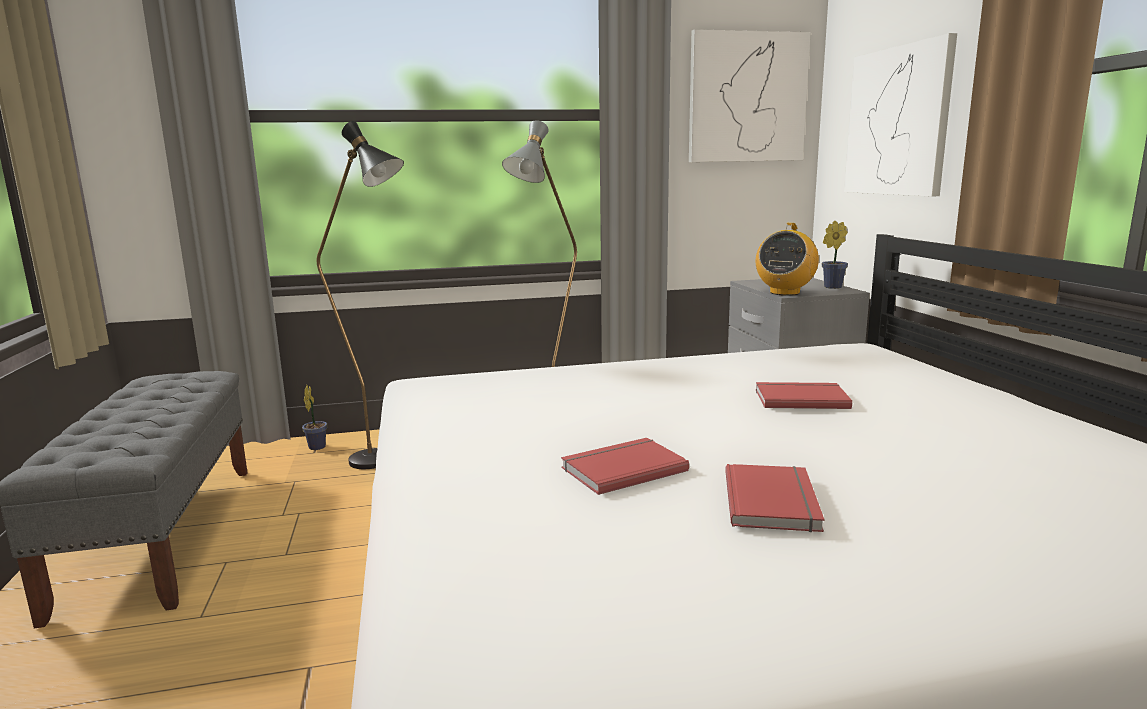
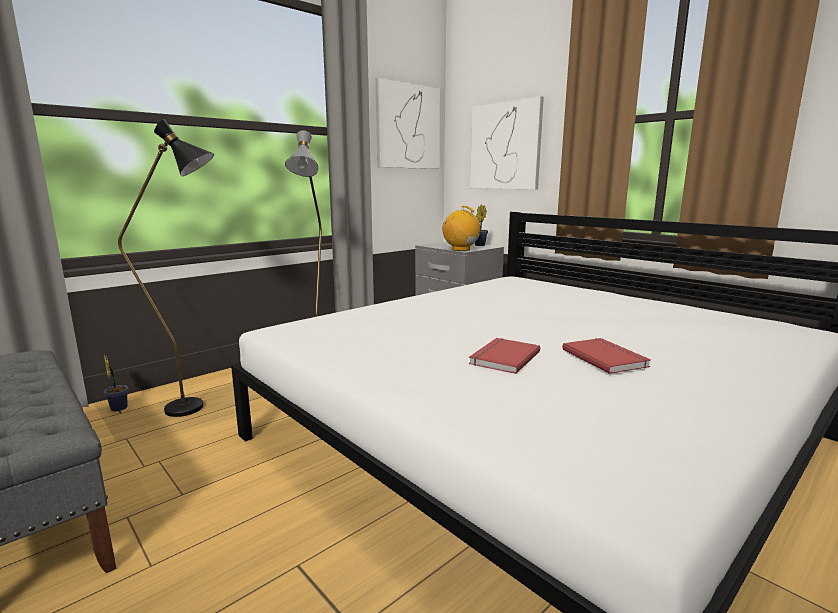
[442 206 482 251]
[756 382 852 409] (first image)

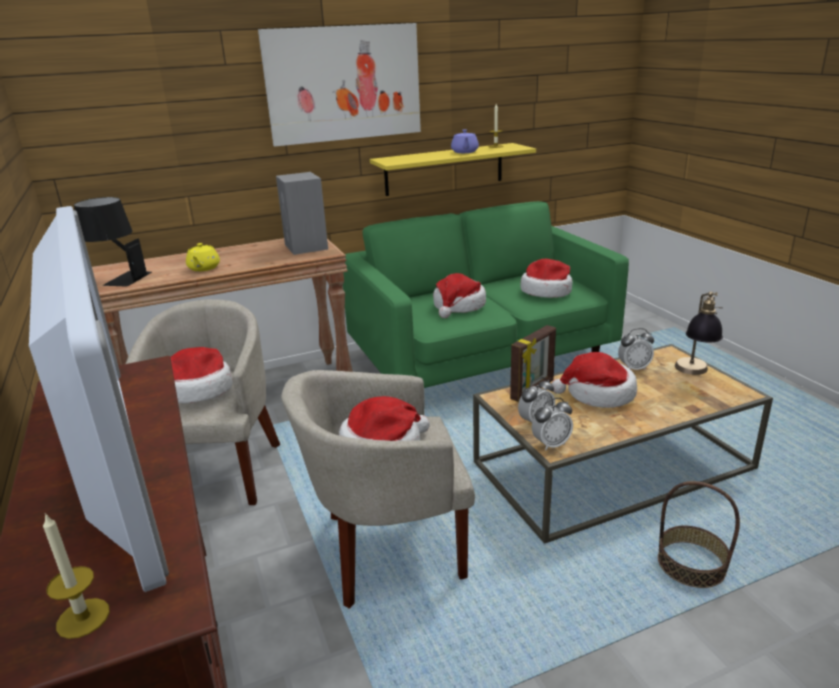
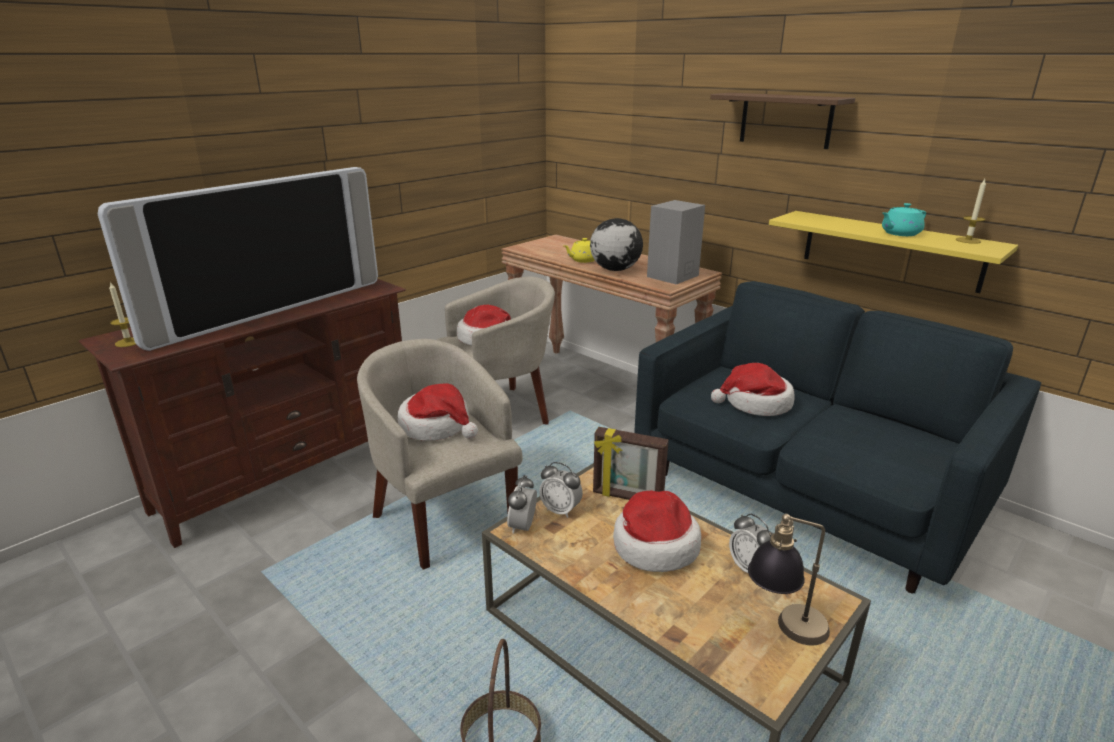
[74 197 152 287] (first image)
[710 93 855 149]
[634 281 1041 594]
[882 203 926 236]
[521 258 573 298] (first image)
[507 475 537 534]
[590 218 643 271]

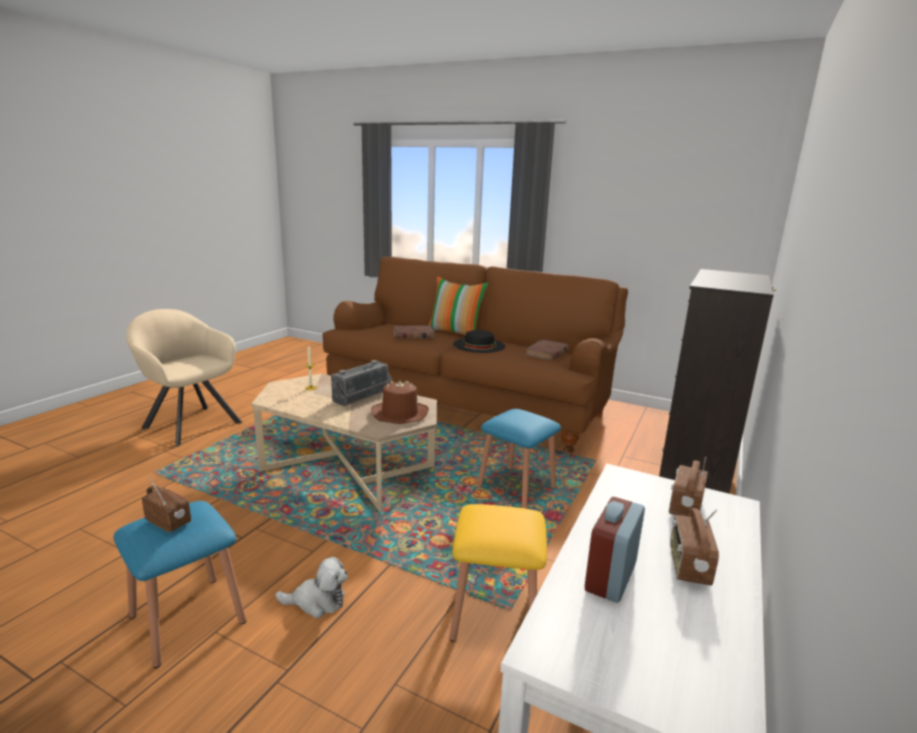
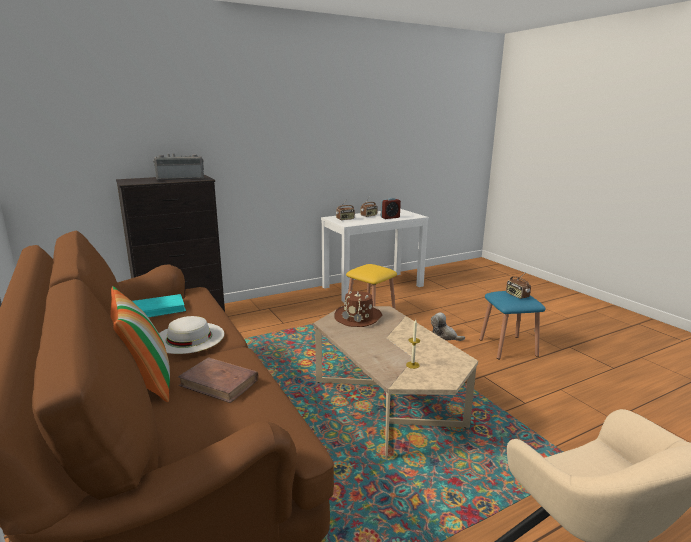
[153 154 204 181]
[159 316 224 354]
[477 409 561 509] (first image)
[132 294 186 318]

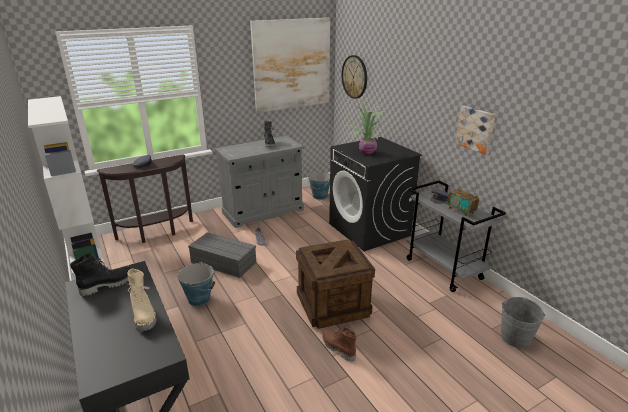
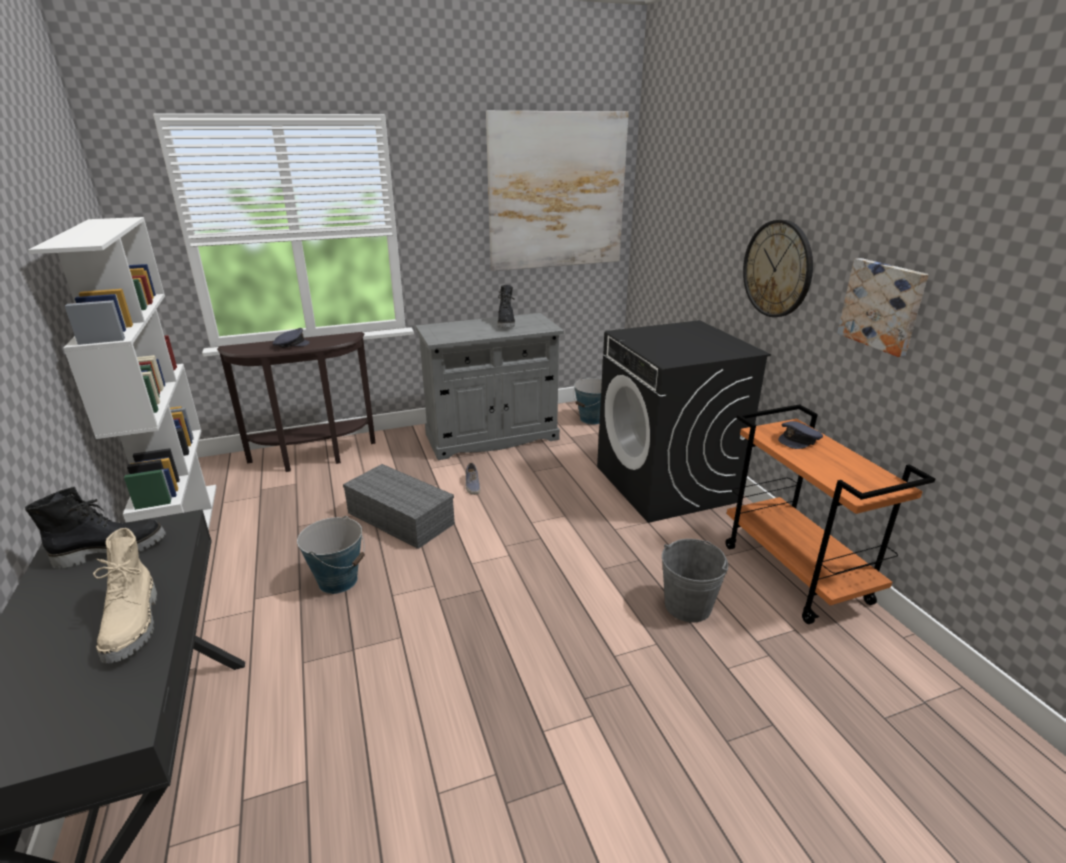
[296 240 375 329] (first image)
[322 327 357 362] (first image)
[743 220 813 317]
[343 102 392 155] (first image)
[725 404 935 624]
[447 184 479 217] (first image)
[662 539 729 622]

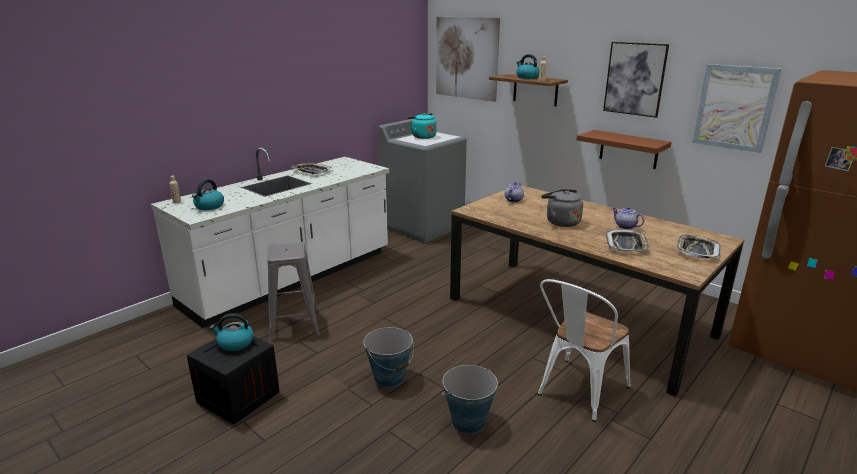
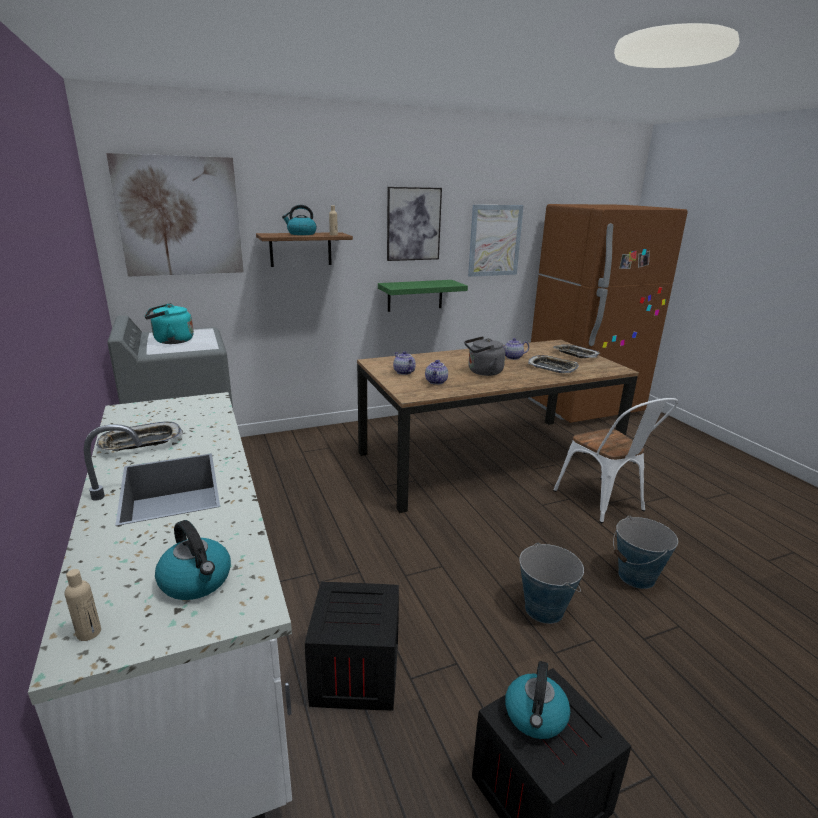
[305 582 399 710]
[378 280 468 312]
[425 360 448 385]

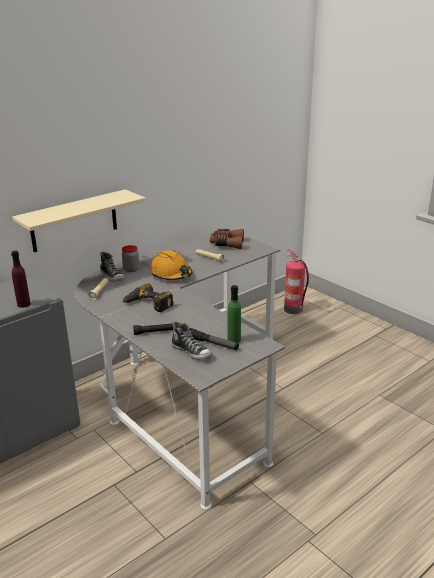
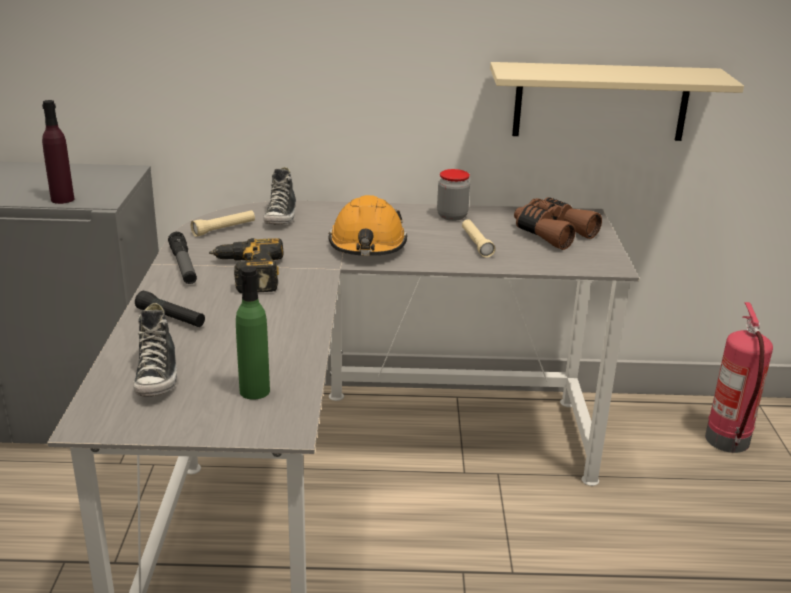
[490 62 744 141]
[437 169 470 221]
[168 232 197 284]

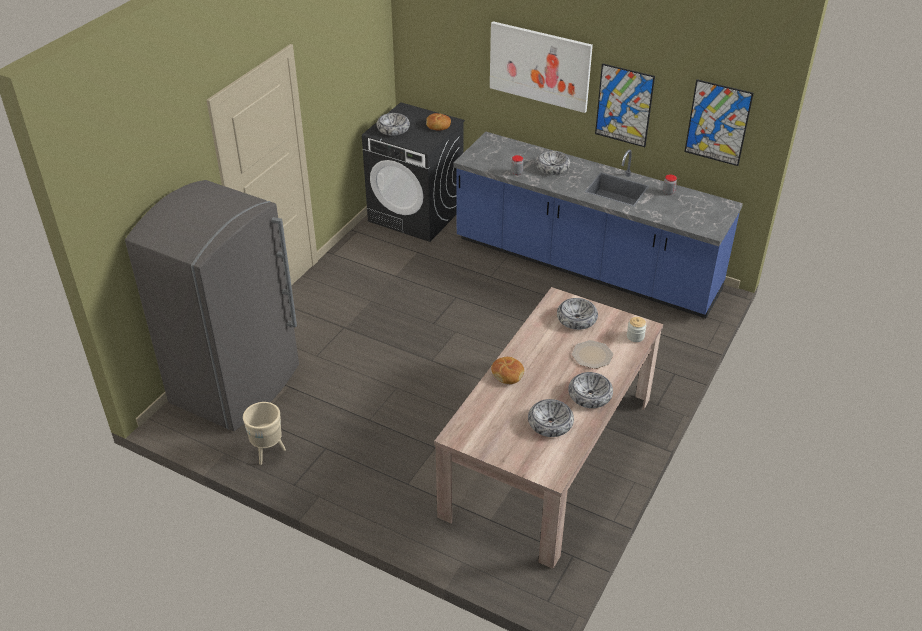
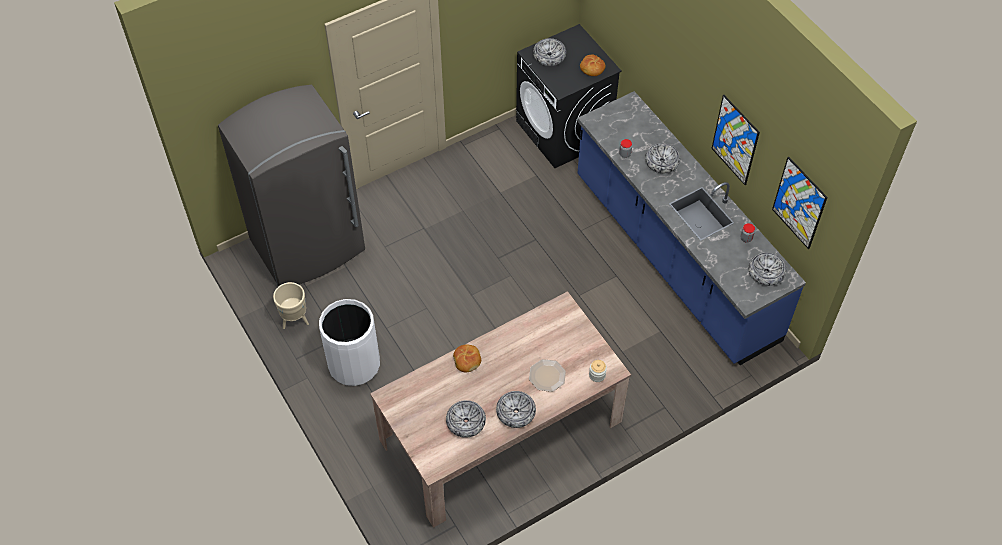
[490 21 593 113] (first image)
[748 253 786 286]
[319 299 380 386]

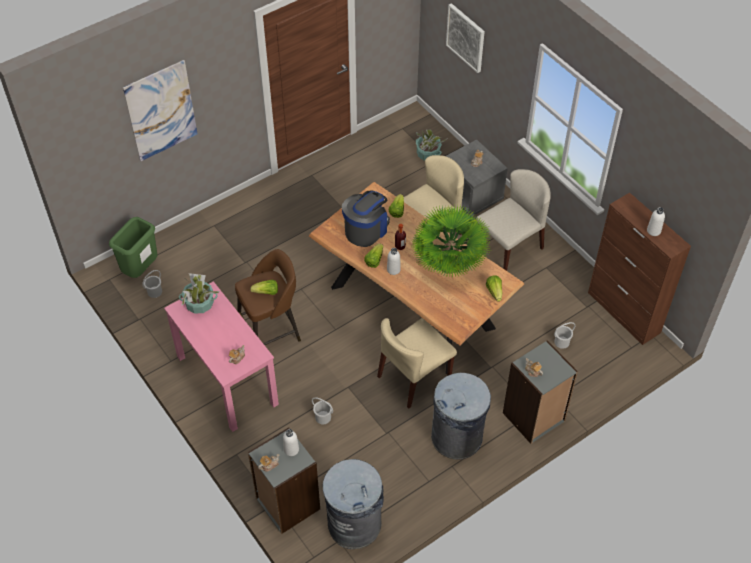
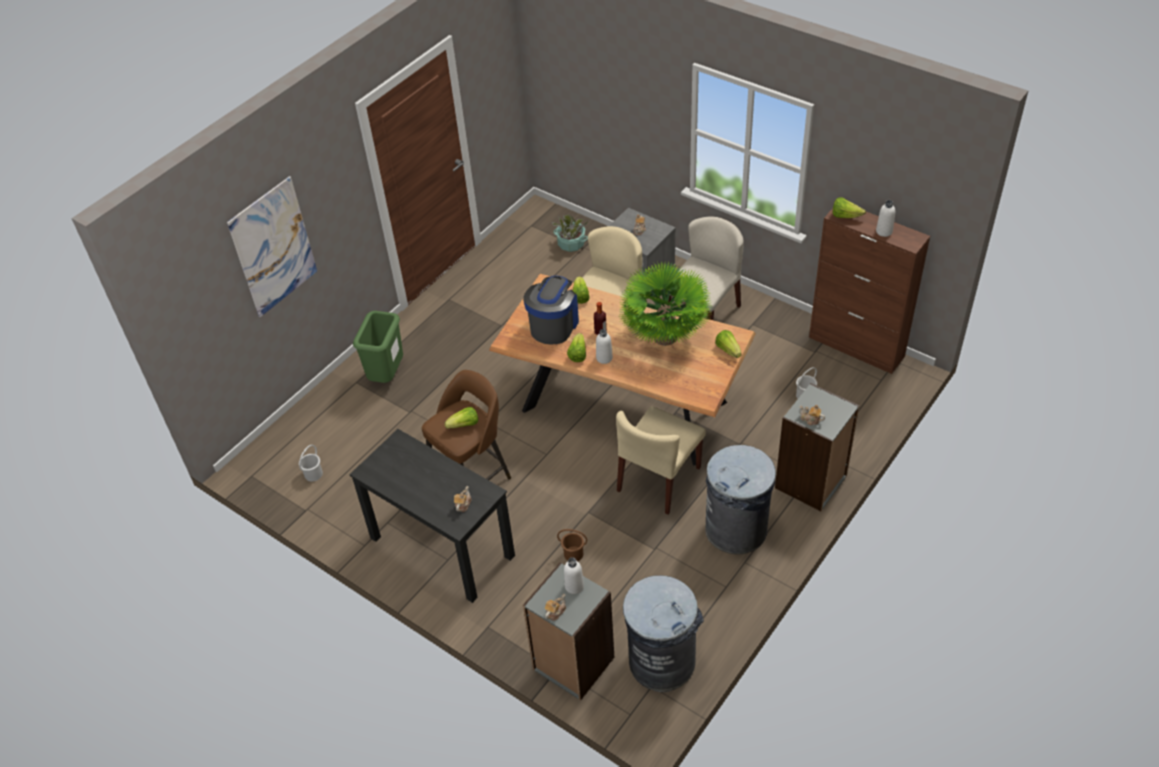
[353 311 403 383]
[349 429 515 603]
[179 273 219 314] (first image)
[557 529 587 561]
[446 3 485 73] (first image)
[833 197 866 218]

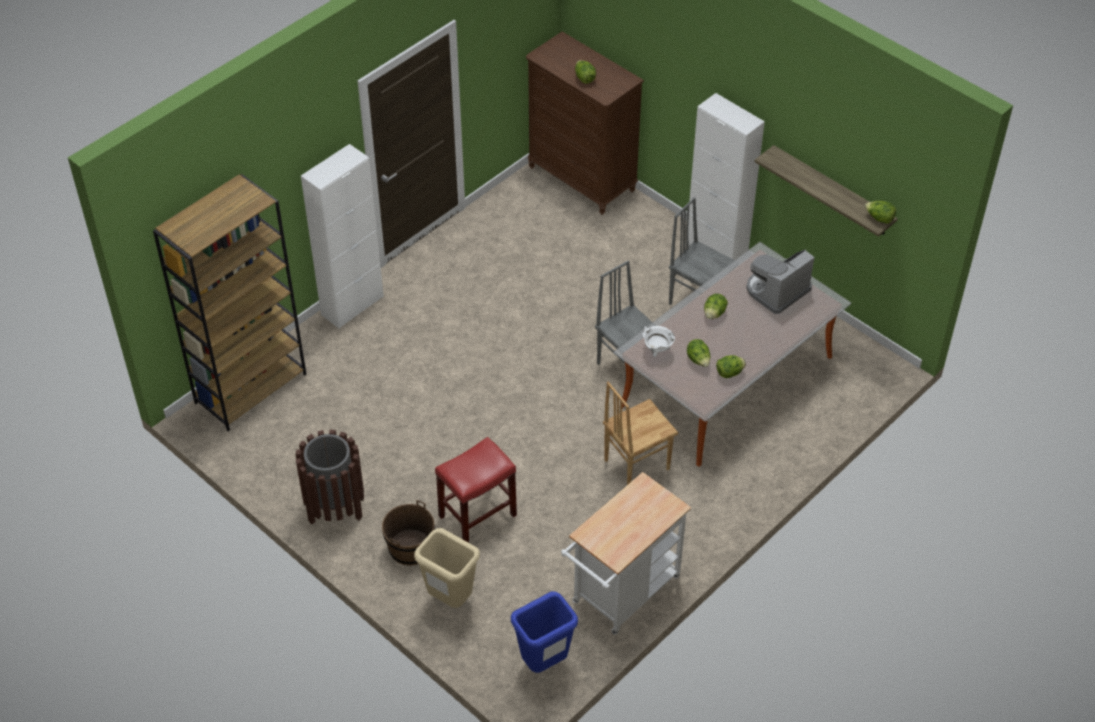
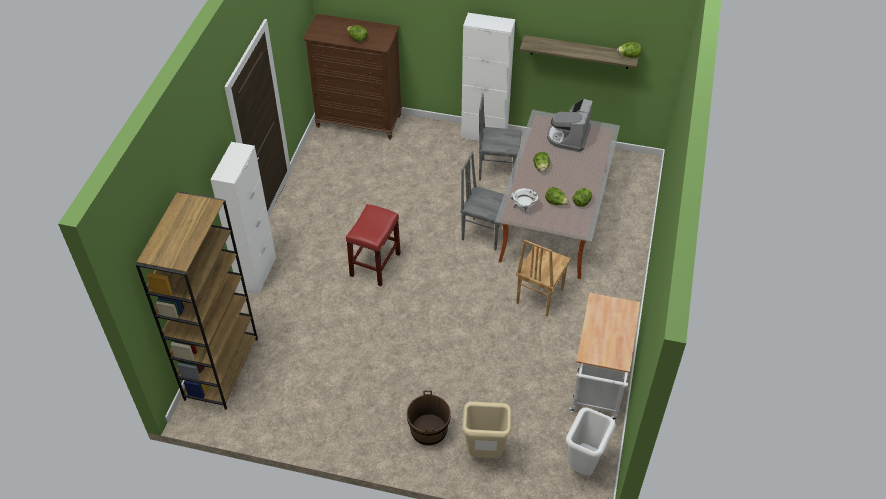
[296 430 364 524] (first image)
[346 204 401 286]
[566 408 616 475]

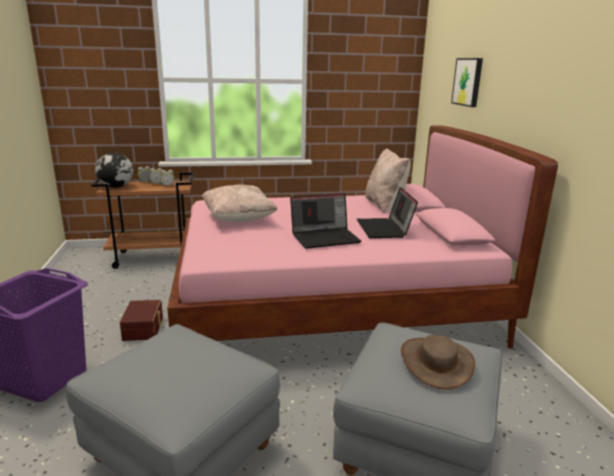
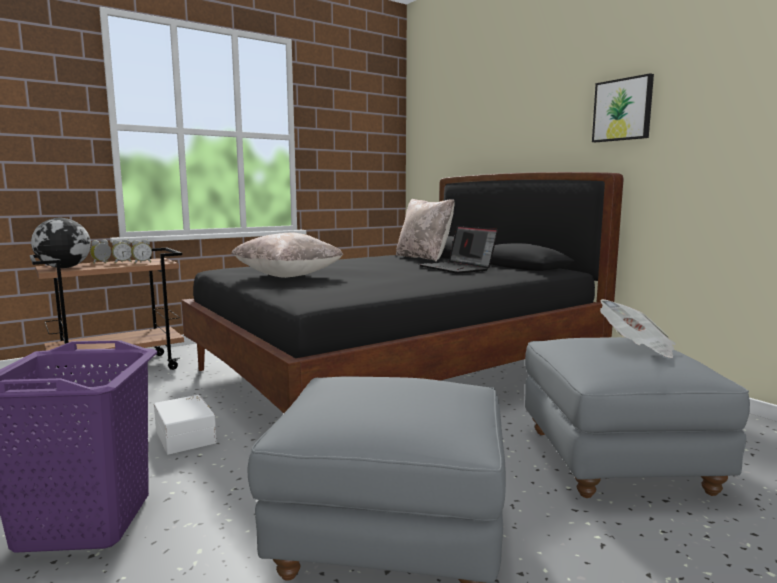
[154 395 217 455]
[181 172 624 413]
[290 193 362 249] (first image)
[600 299 675 358]
[592 73 654 142]

